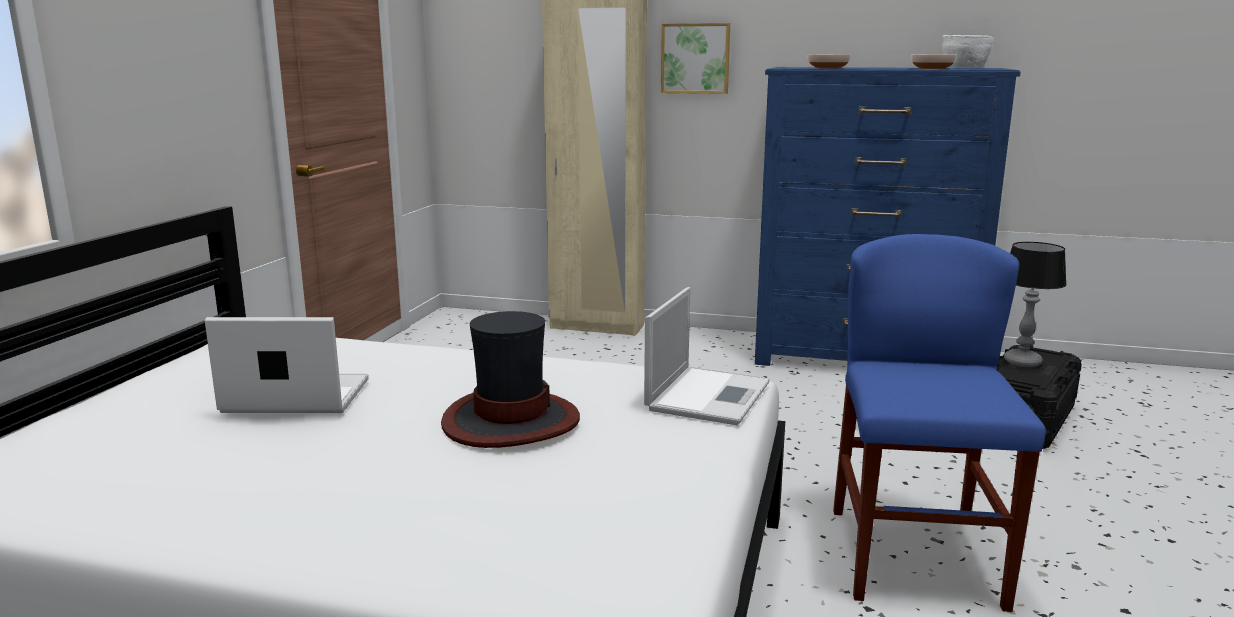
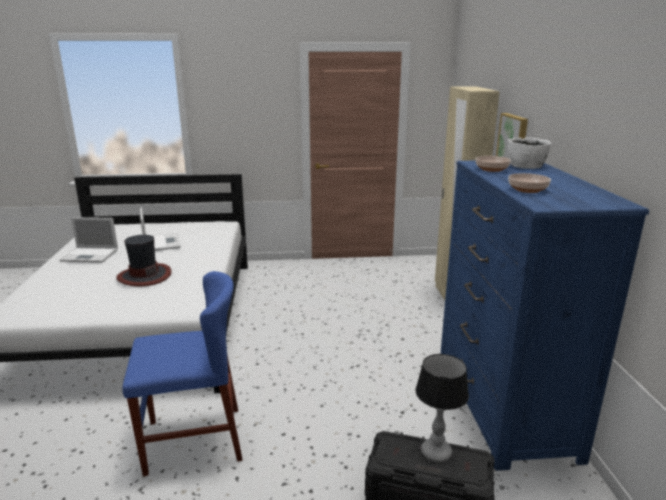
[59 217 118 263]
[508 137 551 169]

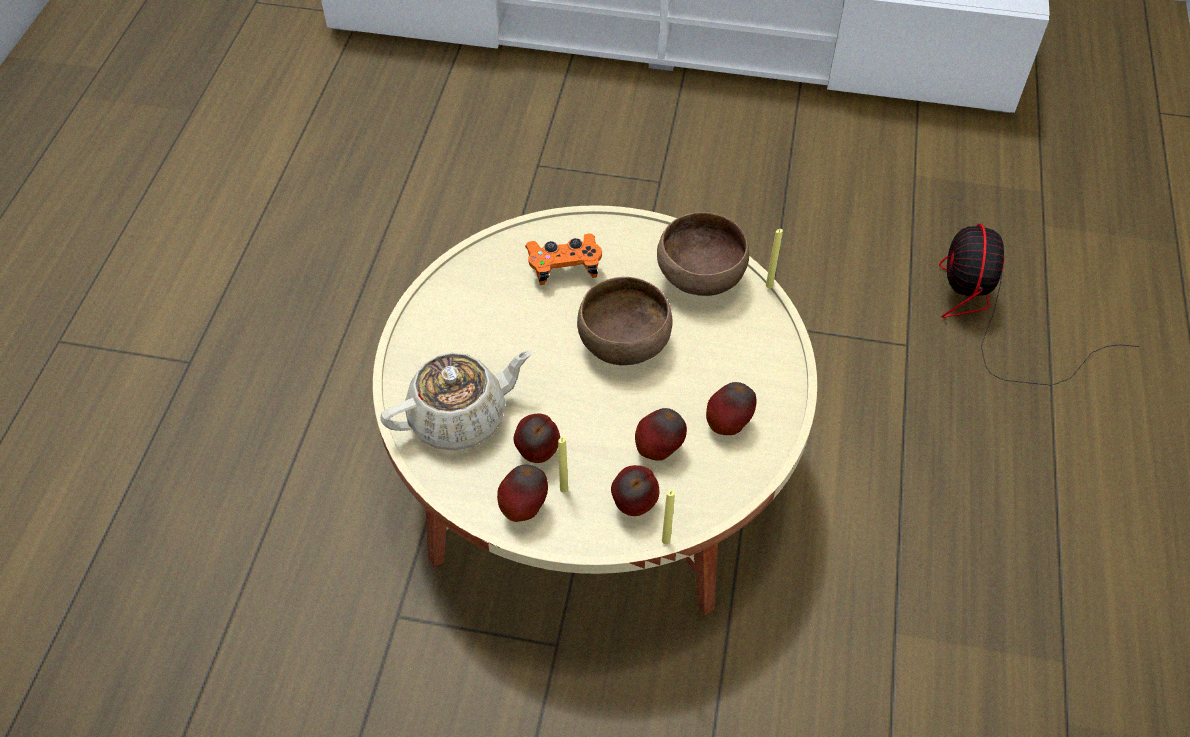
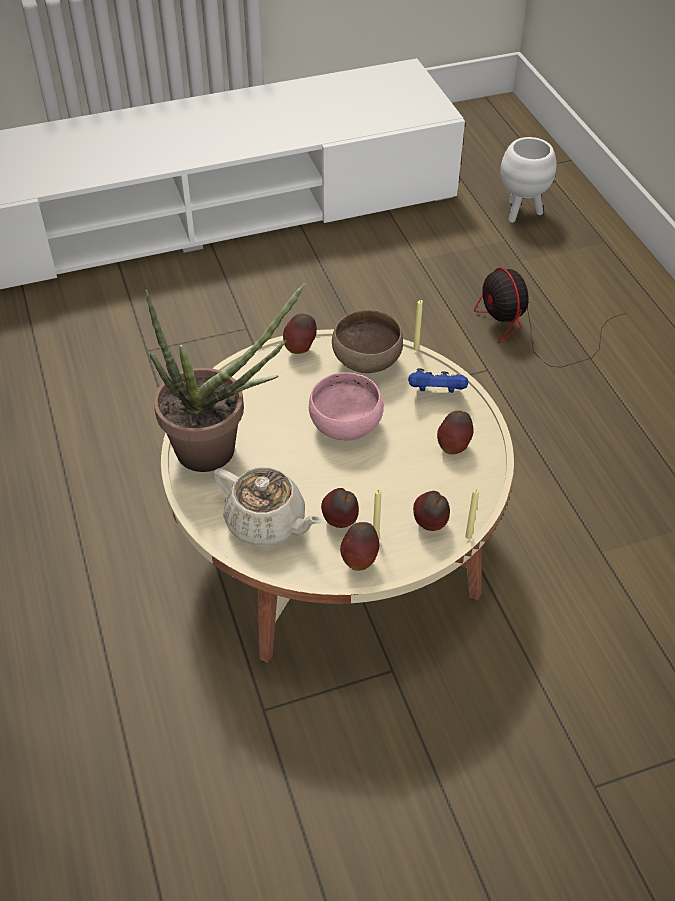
[213 467 322 546]
[525 234 602 285] (first image)
[309 373 384 440]
[283 314 317 354]
[145 283 305 472]
[408 368 469 393]
[500 137 556 223]

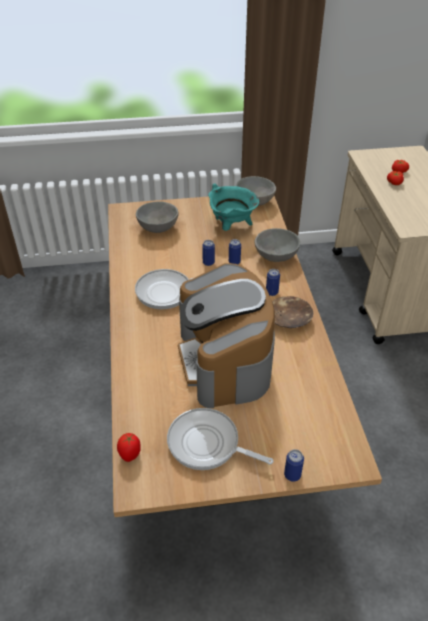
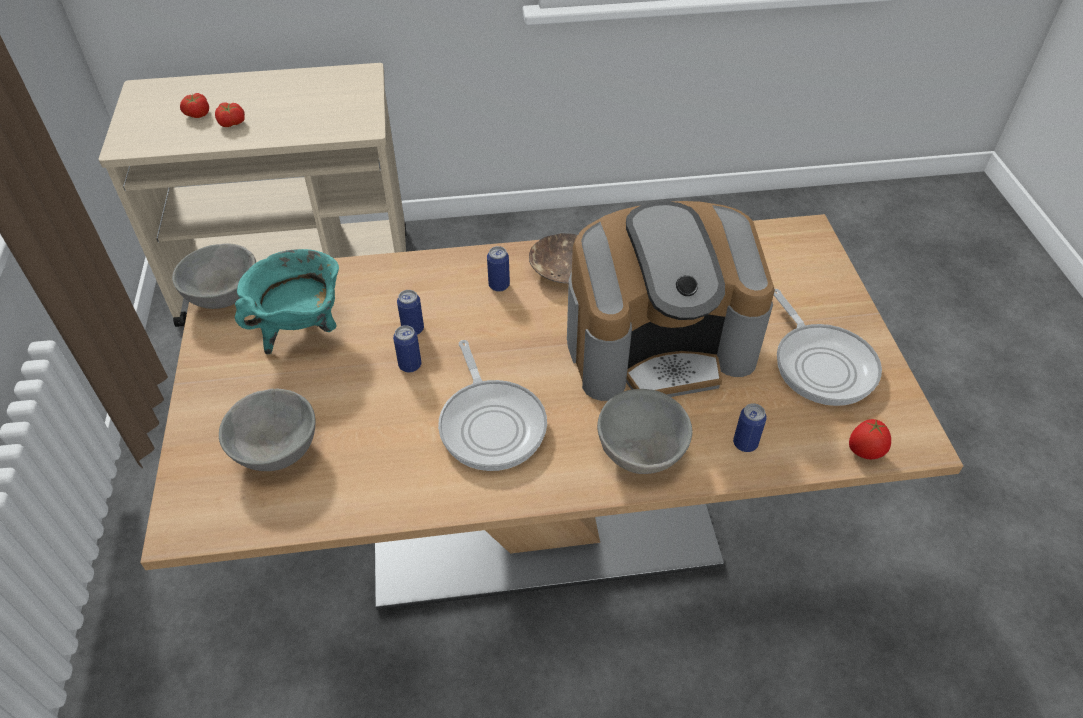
[773 289 882 406]
[597 389 692 474]
[733 403 767 452]

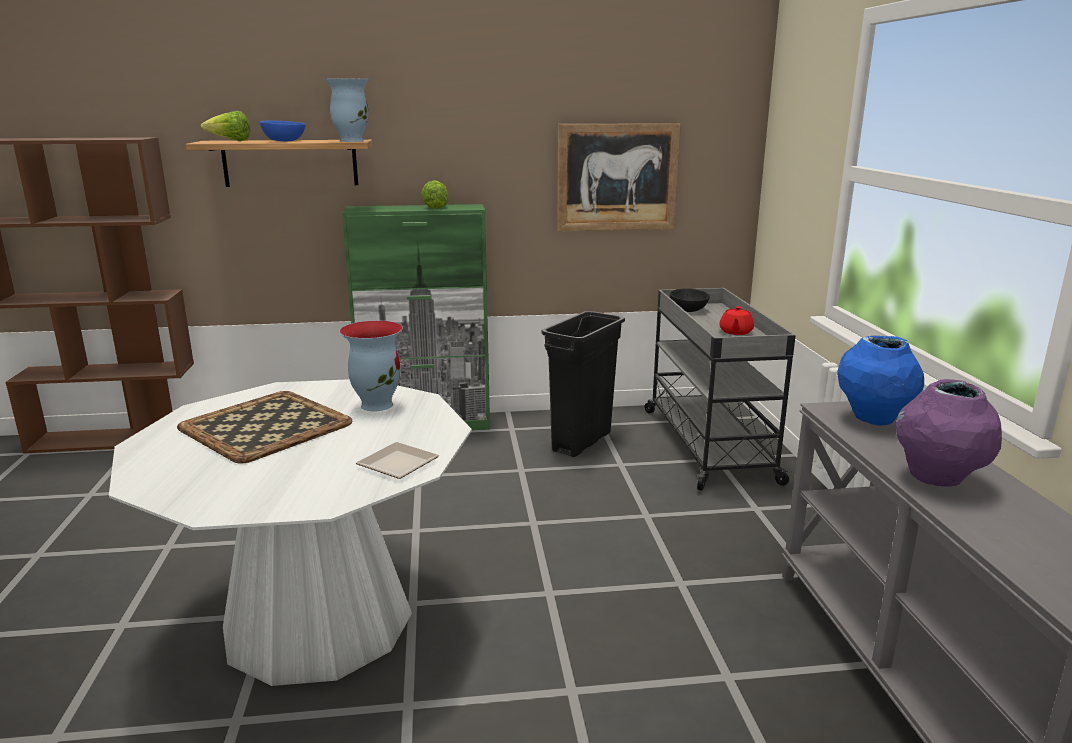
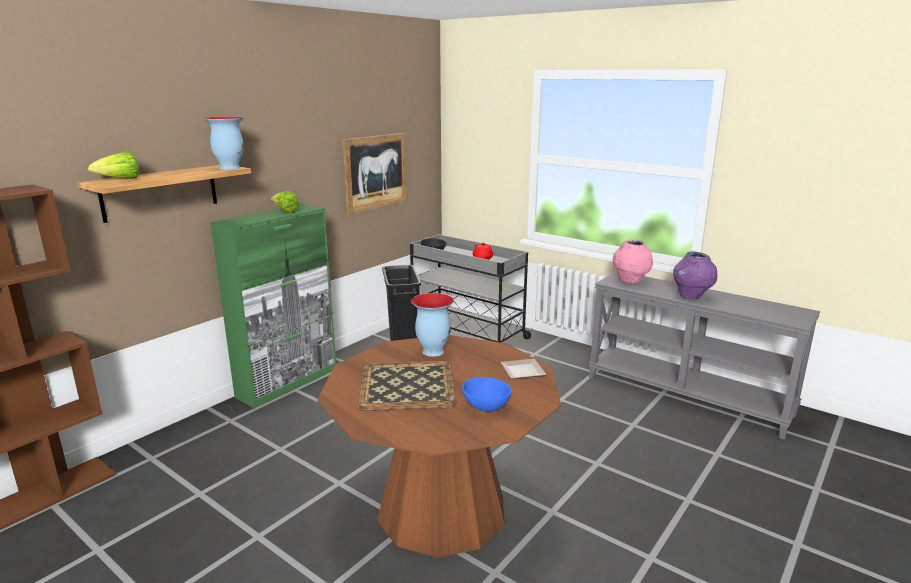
[317 335 561 558]
[462 377 512 412]
[613 239 653 284]

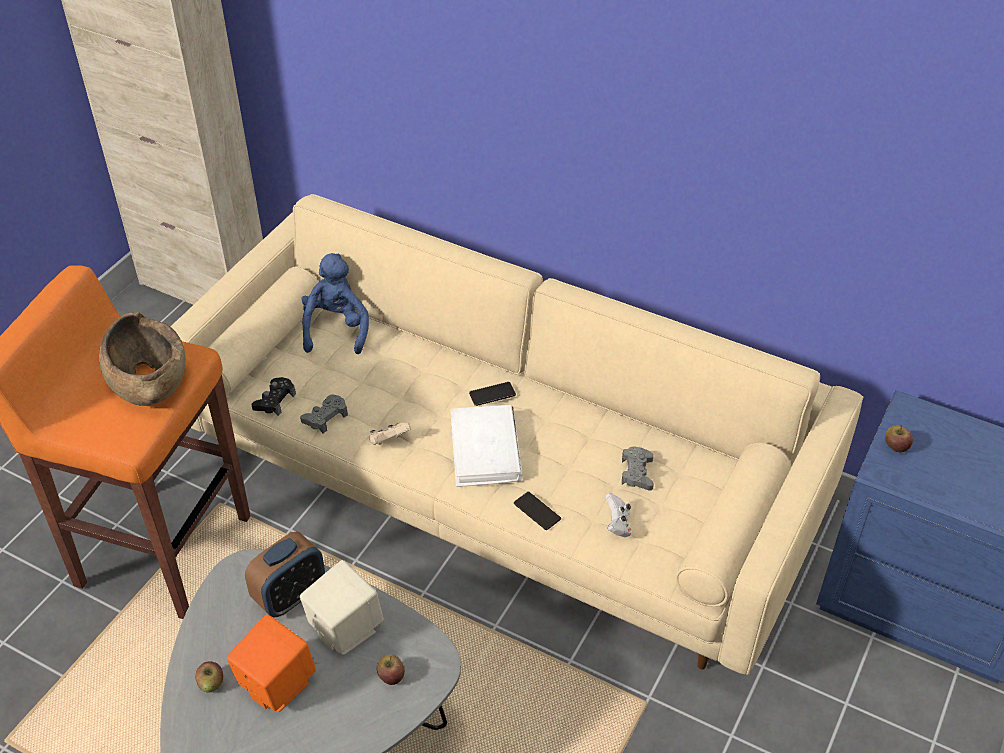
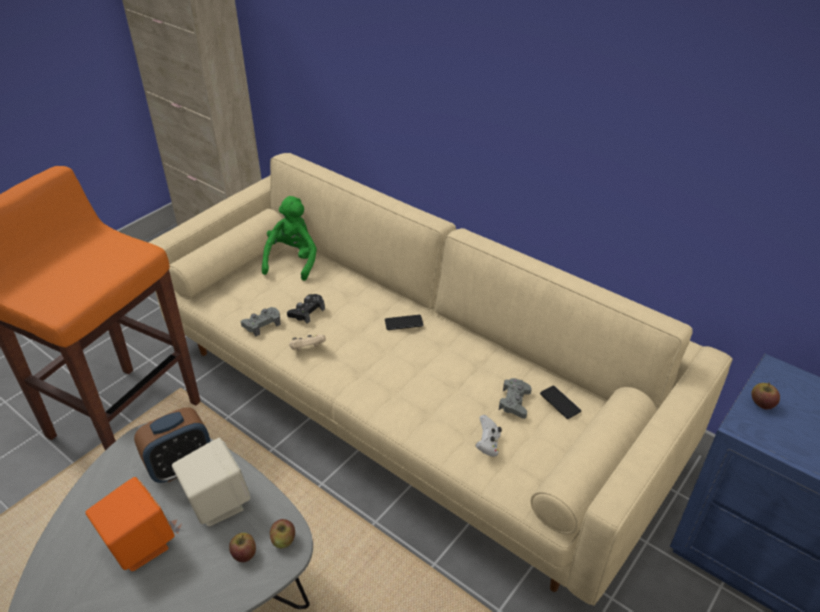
[99 312 186 406] (first image)
[270 519 295 548]
[287 294 325 324]
[262 196 317 281]
[451 405 523 487] (first image)
[540 386 581 419]

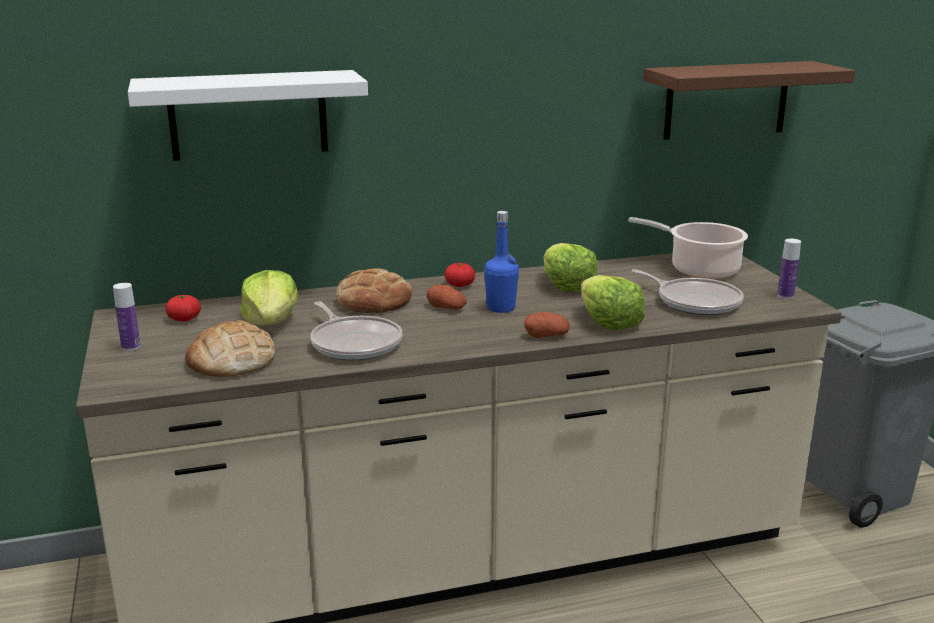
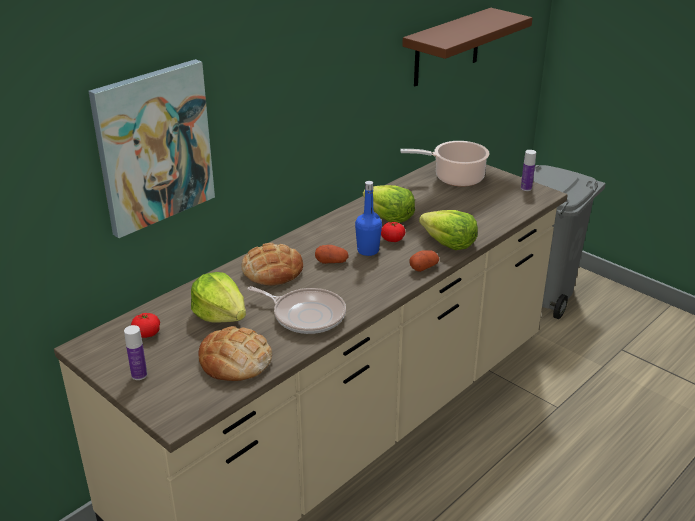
[88 59 215 238]
[381 222 405 242]
[631 269 744 315] (first image)

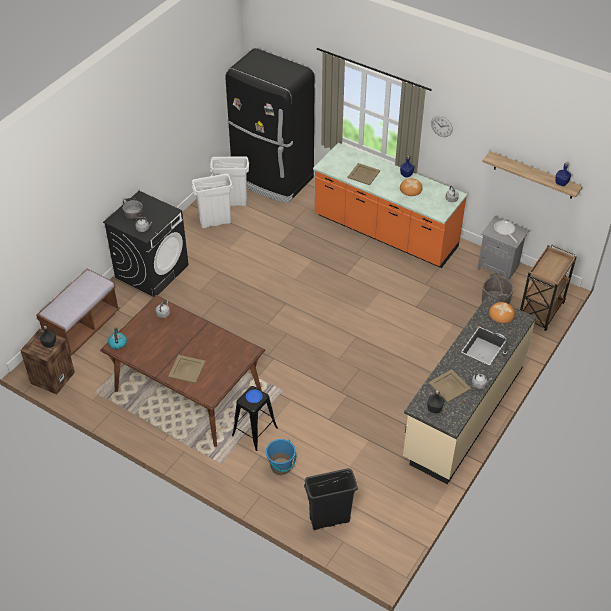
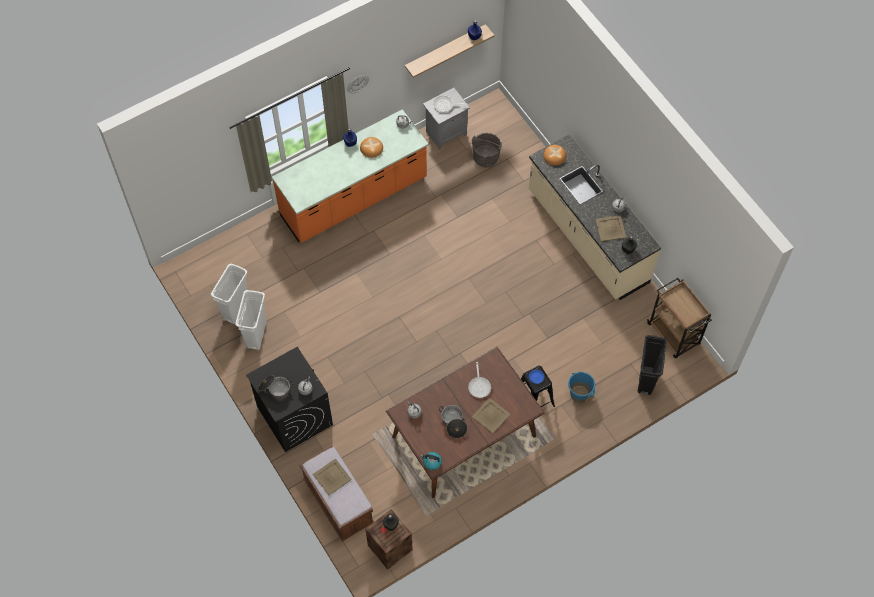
[225 48 315 203] (first image)
[313 458 352 495]
[647 278 712 358]
[439 405 467 438]
[468 362 491 398]

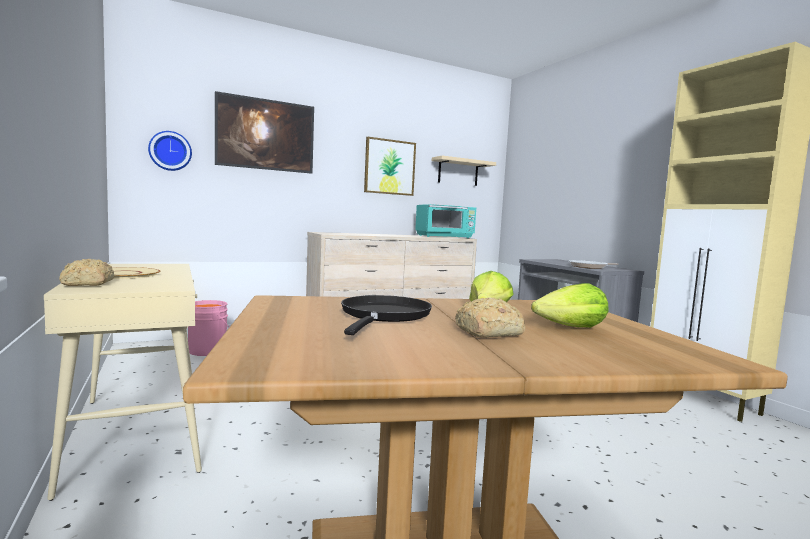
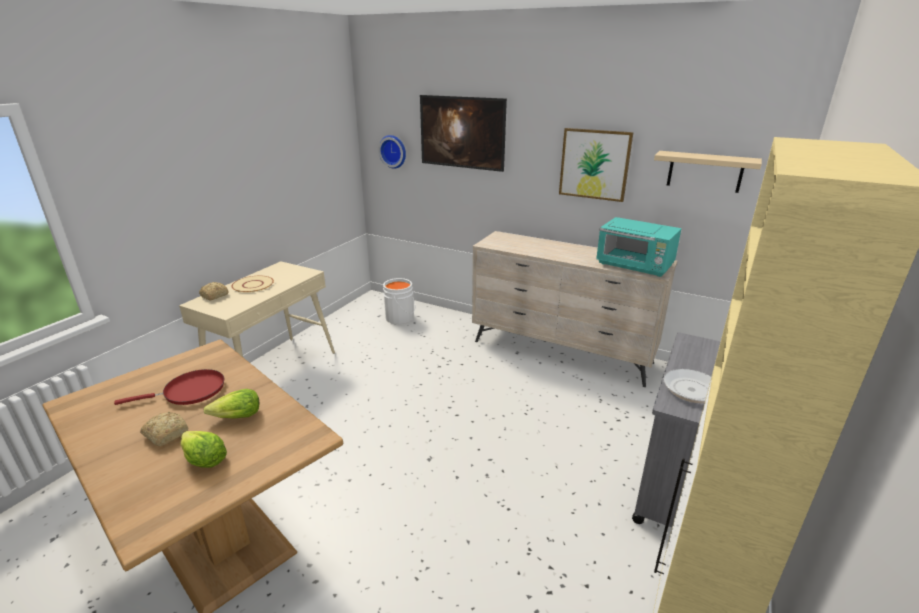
[383 278 415 324]
[114 369 224 405]

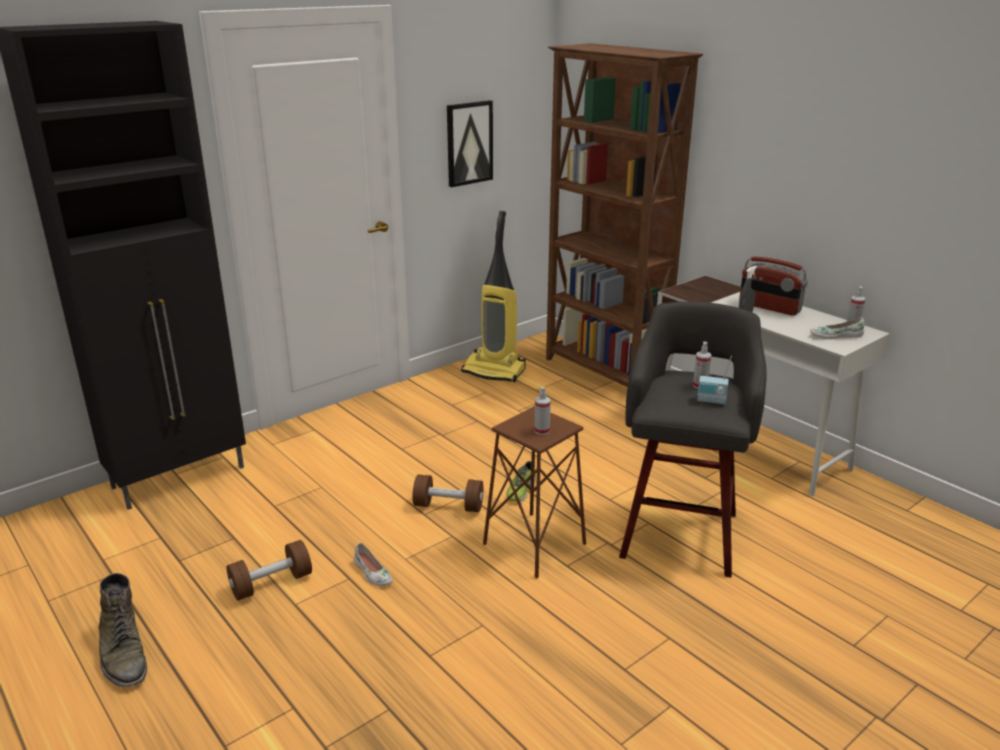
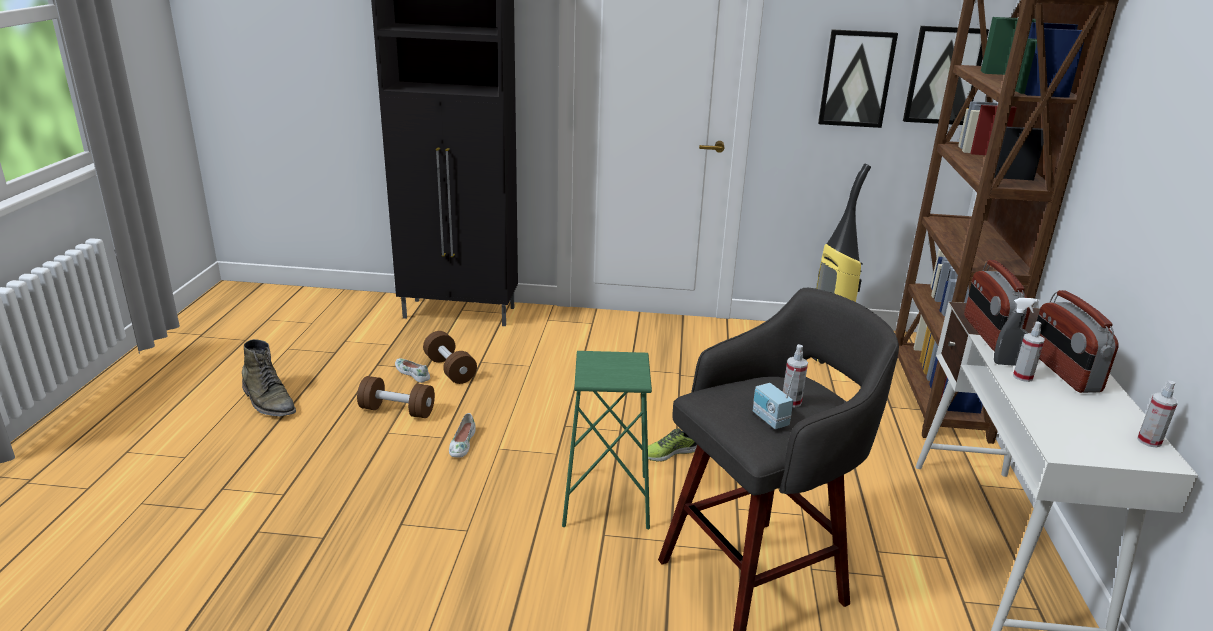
[242 339 296 417]
[423 331 477 384]
[562 351 652 529]
[1013 321 1045 382]
[395 358 430 383]
[903 26 989 125]
[964 260 1030 351]

